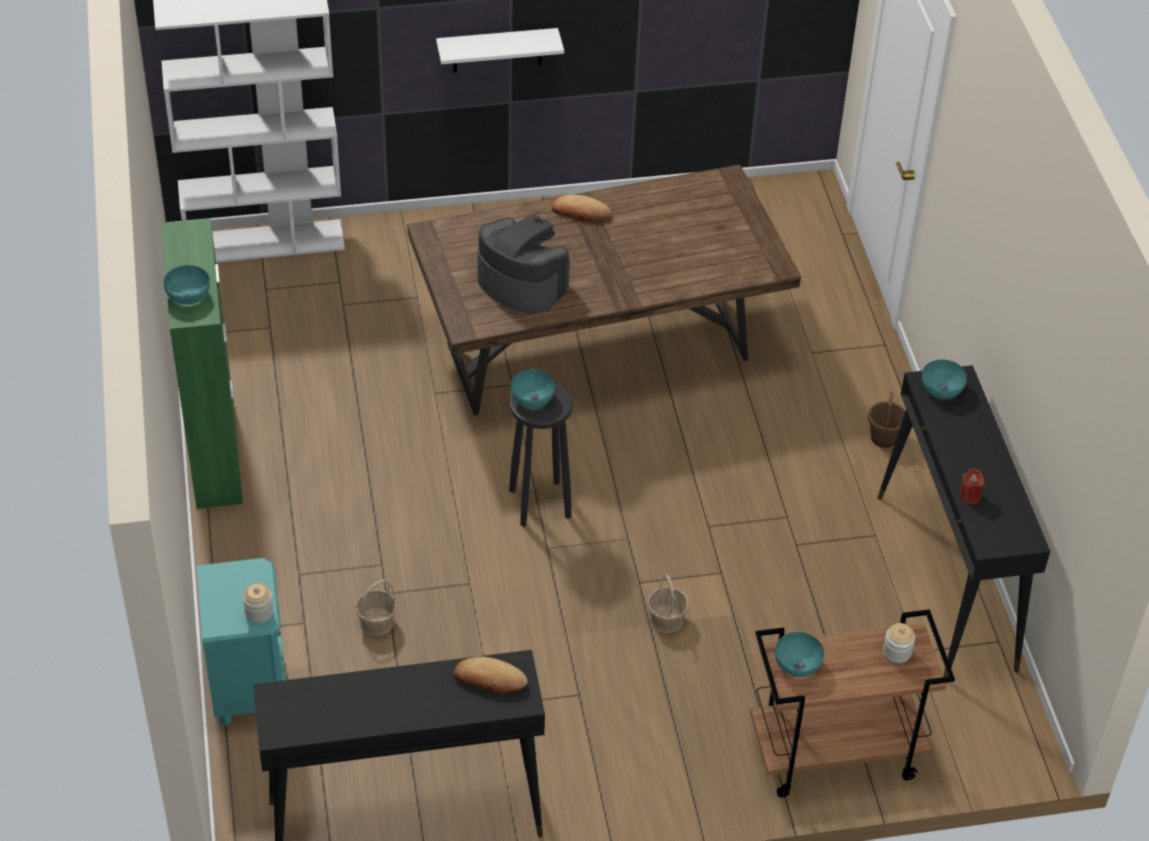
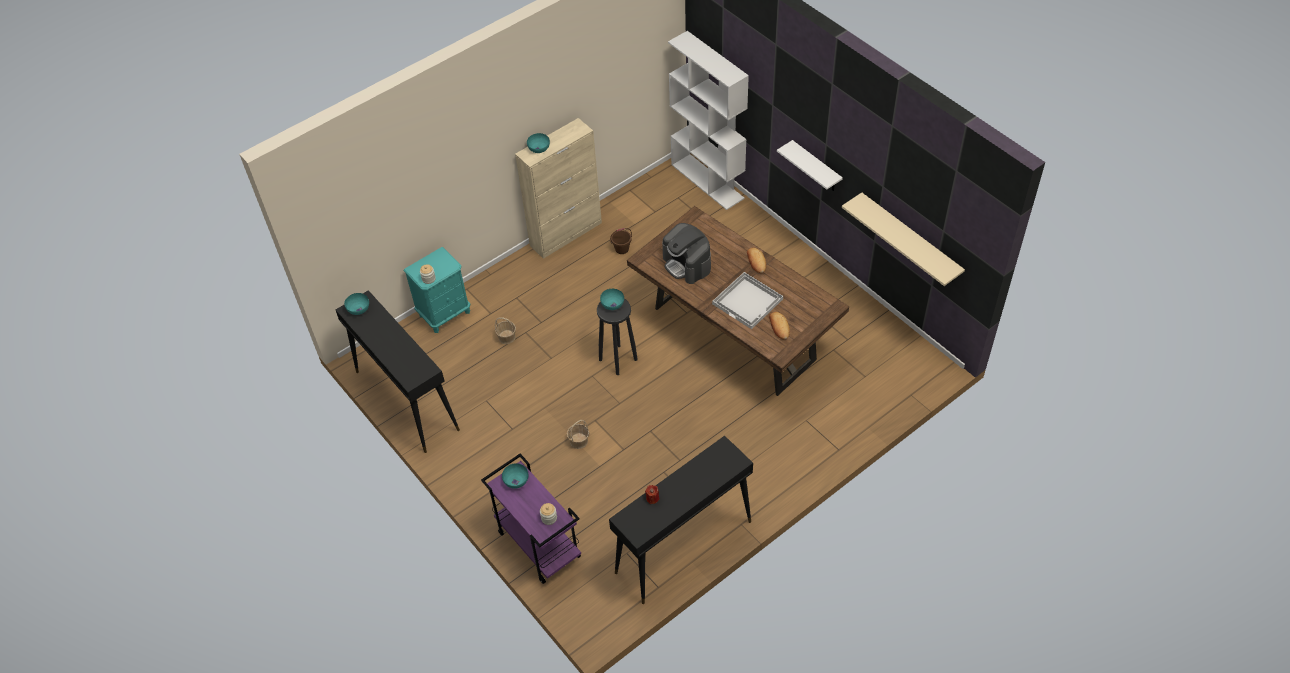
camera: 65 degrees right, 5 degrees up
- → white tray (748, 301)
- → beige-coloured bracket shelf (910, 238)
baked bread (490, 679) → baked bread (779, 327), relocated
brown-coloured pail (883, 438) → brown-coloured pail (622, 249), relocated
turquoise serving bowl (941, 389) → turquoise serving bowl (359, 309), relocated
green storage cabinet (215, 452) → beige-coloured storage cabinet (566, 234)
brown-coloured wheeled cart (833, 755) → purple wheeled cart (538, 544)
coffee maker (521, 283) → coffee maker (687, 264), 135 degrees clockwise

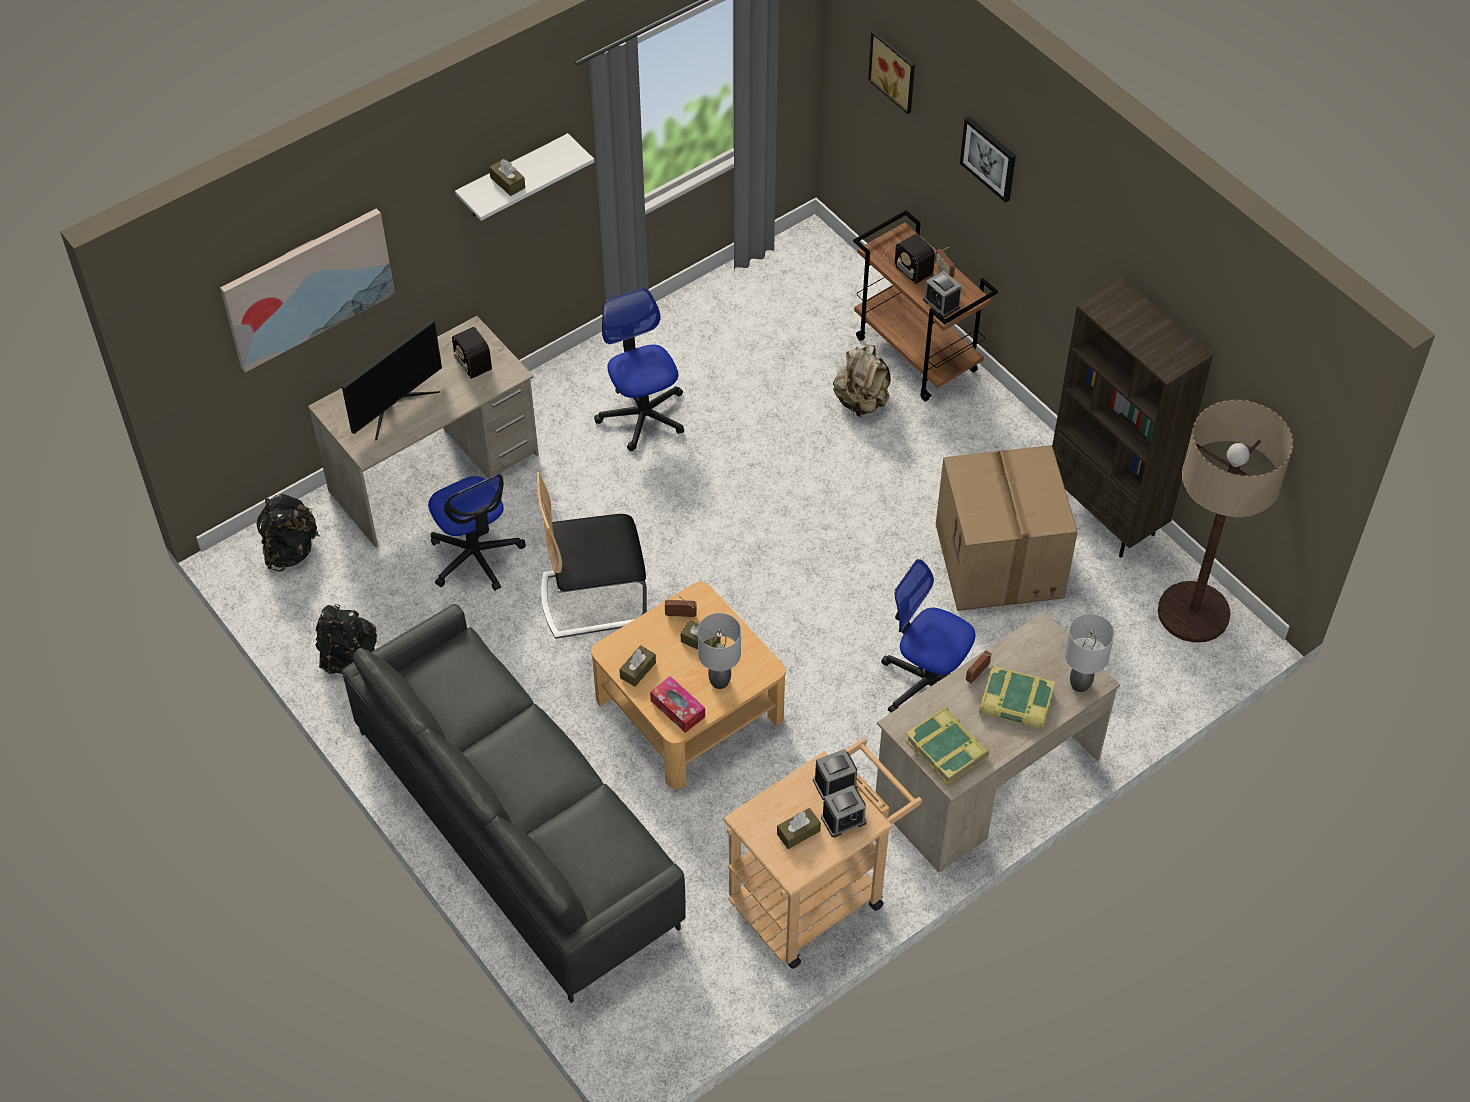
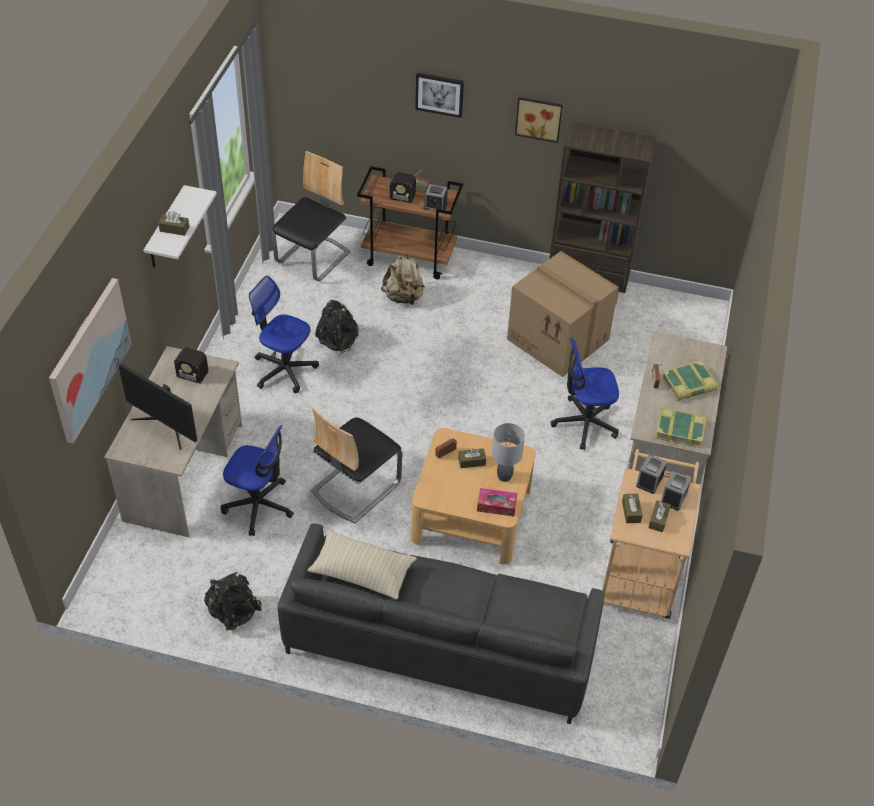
camera: 40 degrees left, 5 degrees down
greyish table lamp (1080, 684) → -
standing lamp (1193, 613) → -
- → chair (313, 258)
- → beige-coloured cushion (362, 572)
black-coloured rucksack (290, 550) → black-coloured rucksack (338, 341), relocated
brown-coloured tissue holder (638, 670) → brown-coloured tissue holder (631, 512), relocated
wall art (894, 70) → wall art (539, 118), relocated
monitor (395, 406) → monitor (165, 425), 120 degrees clockwise

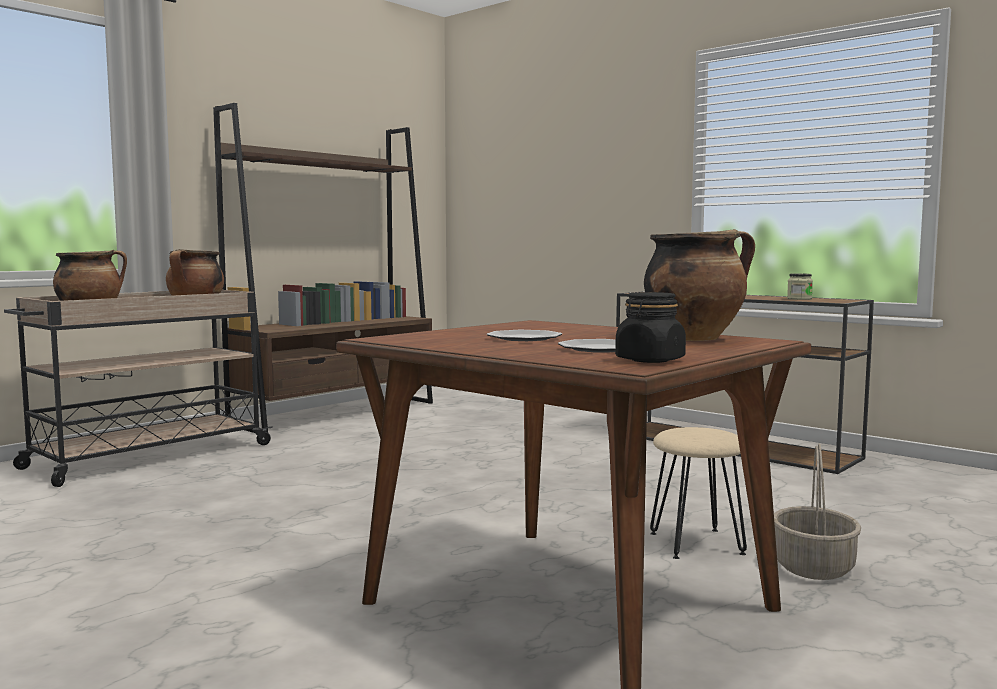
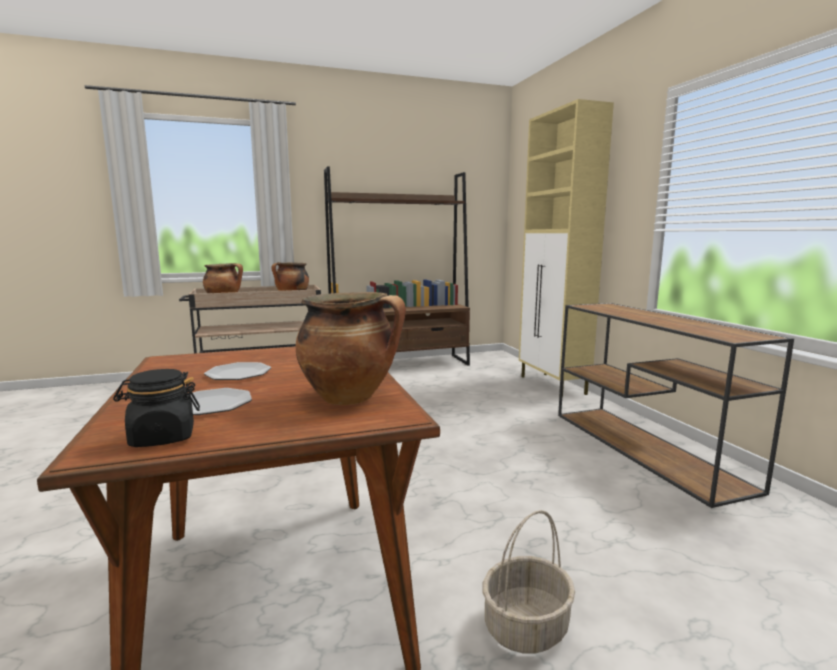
camera: 30 degrees right, 5 degrees up
beige-coloured sitting stool (697, 543) → -
storage jar (799, 299) → -
- → beige-coloured storage cabinet (553, 385)

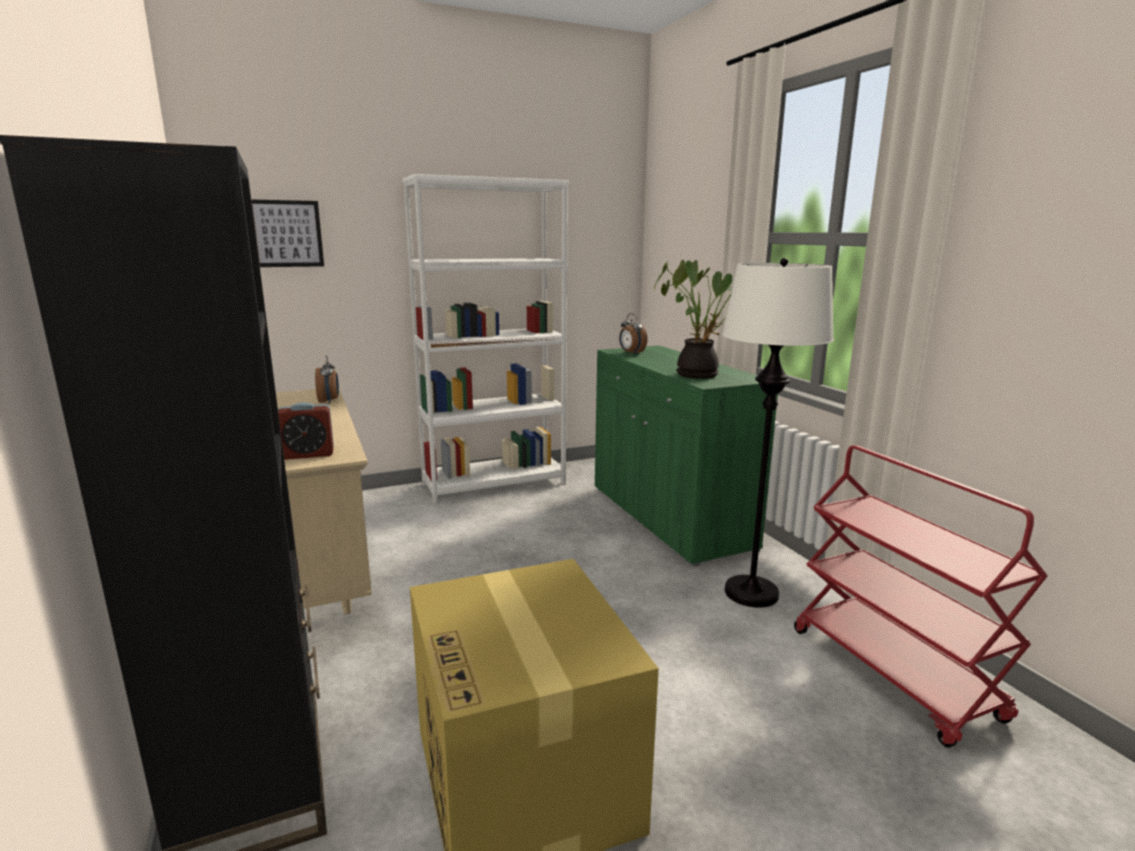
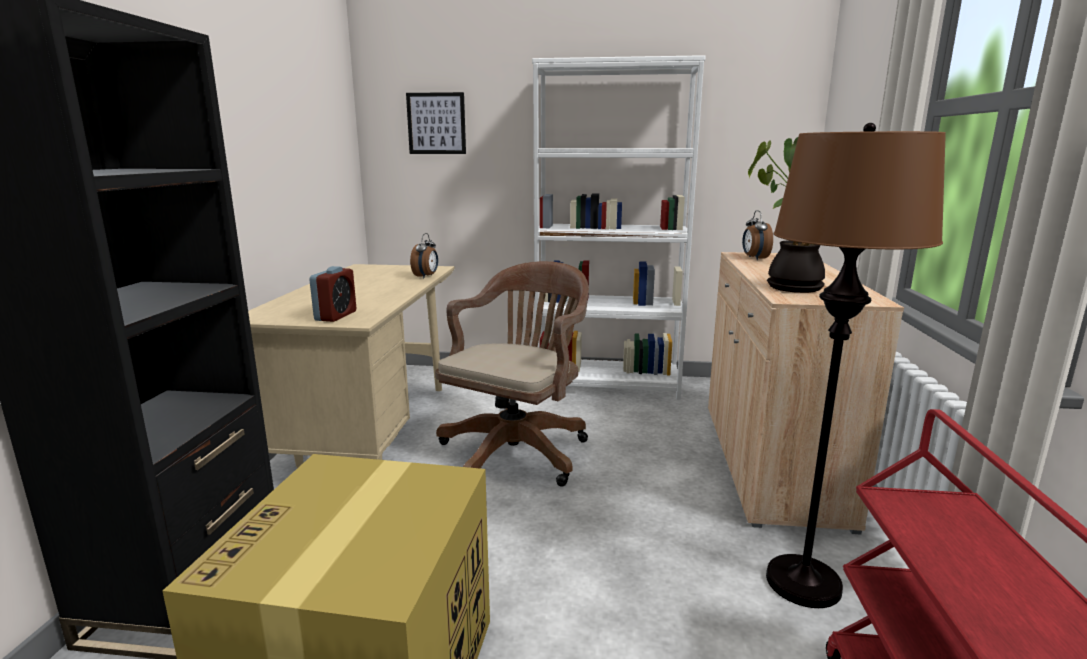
camera: 30 degrees right, 0 degrees up
- → brown-coloured office chair (518, 450)
green storage cabinet (668, 517) → beige-coloured storage cabinet (770, 461)
white standing lamp (751, 593) → brown-coloured standing lamp (804, 583)
bedside clock (308, 454) → bedside clock (336, 316), 90 degrees counterclockwise

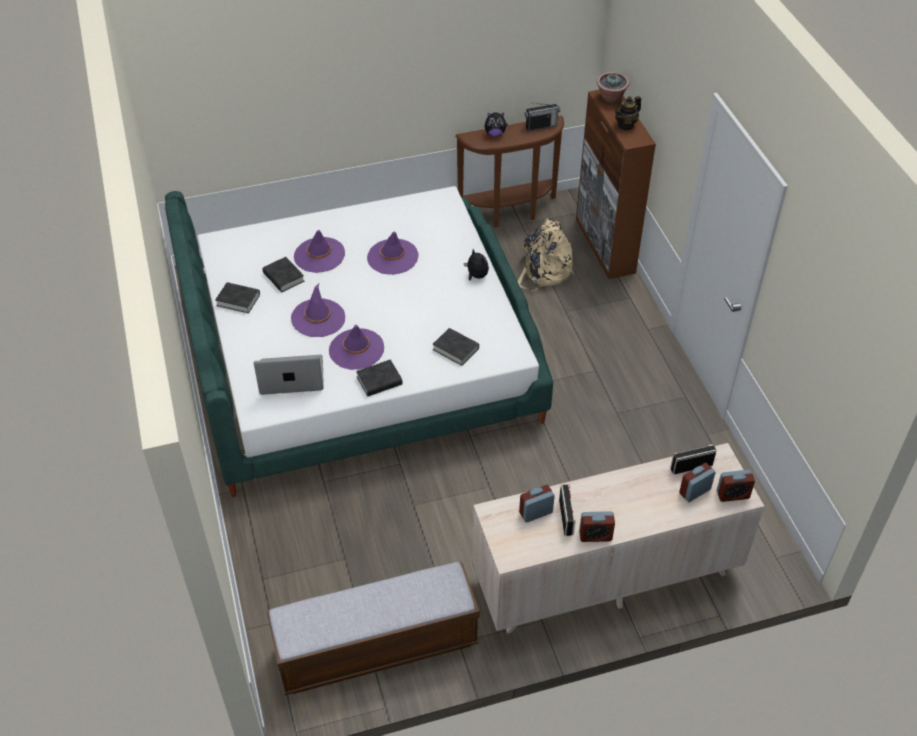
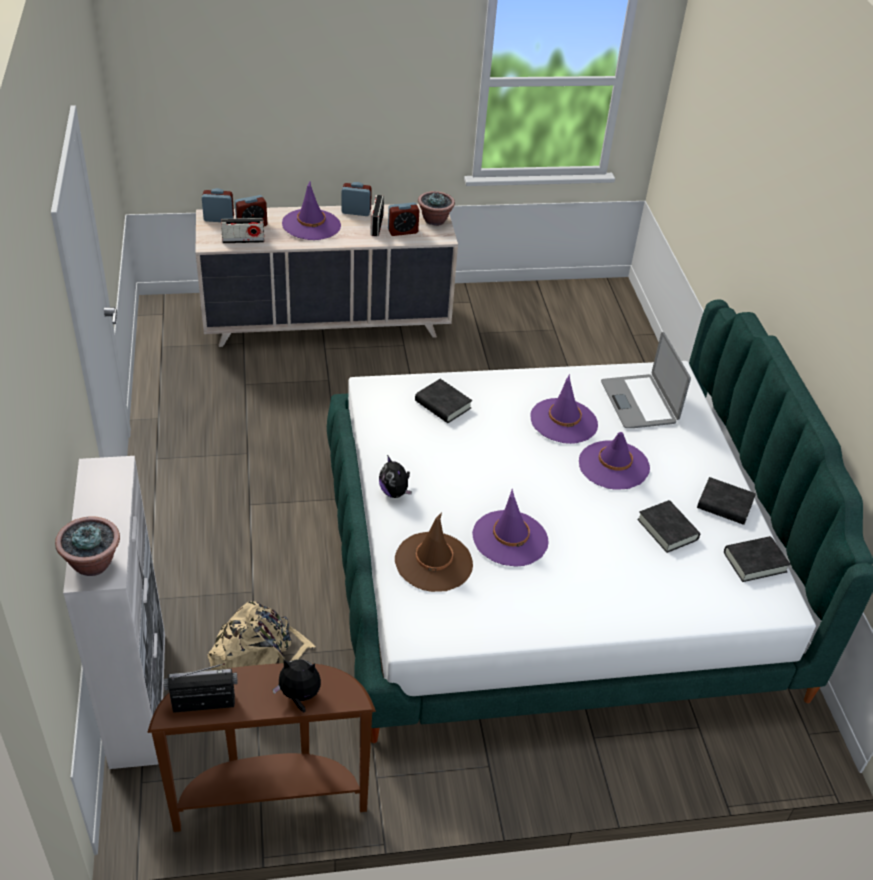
camera: 175 degrees left, 5 degrees down
bench (376, 647) → -
teapot (626, 125) → -
- → brown-coloured clothing hat (434, 562)
- → houseplant (435, 220)
purple clothing hat (319, 255) → purple clothing hat (311, 225), relocated
black-coloured volume (379, 381) → black-coloured volume (754, 562), relocated
brown-coloured storage cabinet (605, 246) → white storage cabinet (139, 697)
notebook computer (291, 377) → notebook computer (639, 402), 75 degrees clockwise

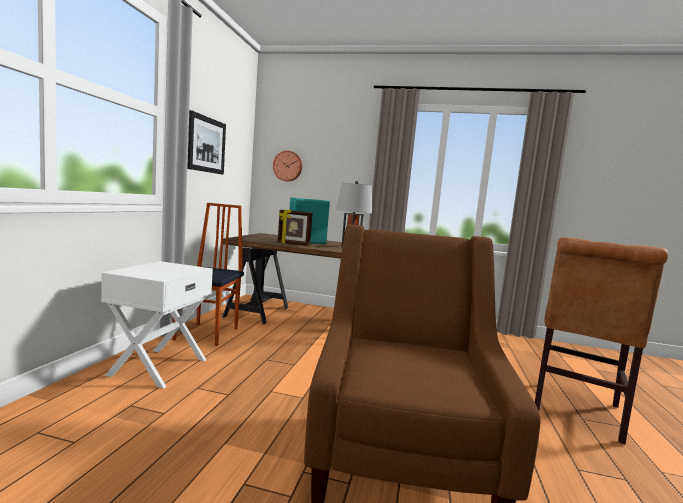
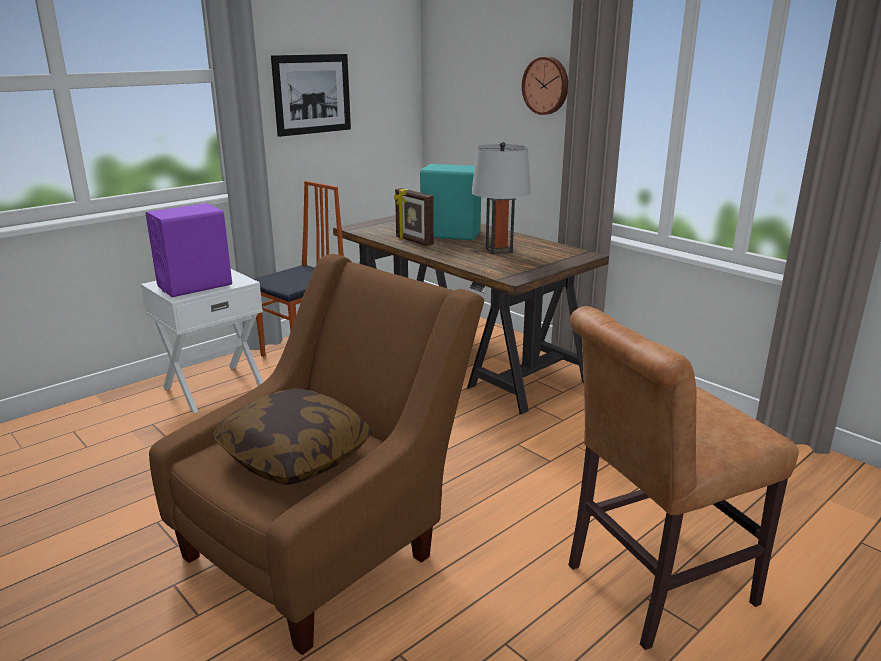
camera: 35 degrees right, 15 degrees up
- → purple audio speaker (195, 285)
- → cushion (295, 456)
wall clock (288, 166) → wall clock (546, 85), relocated

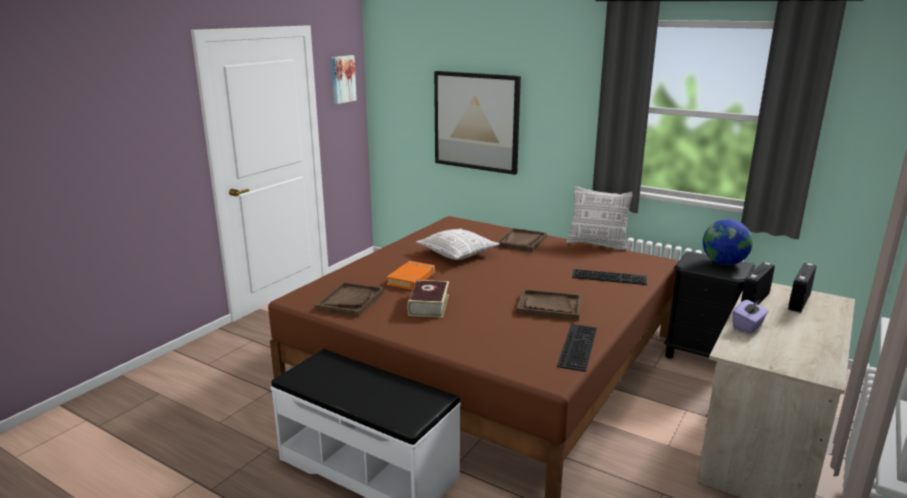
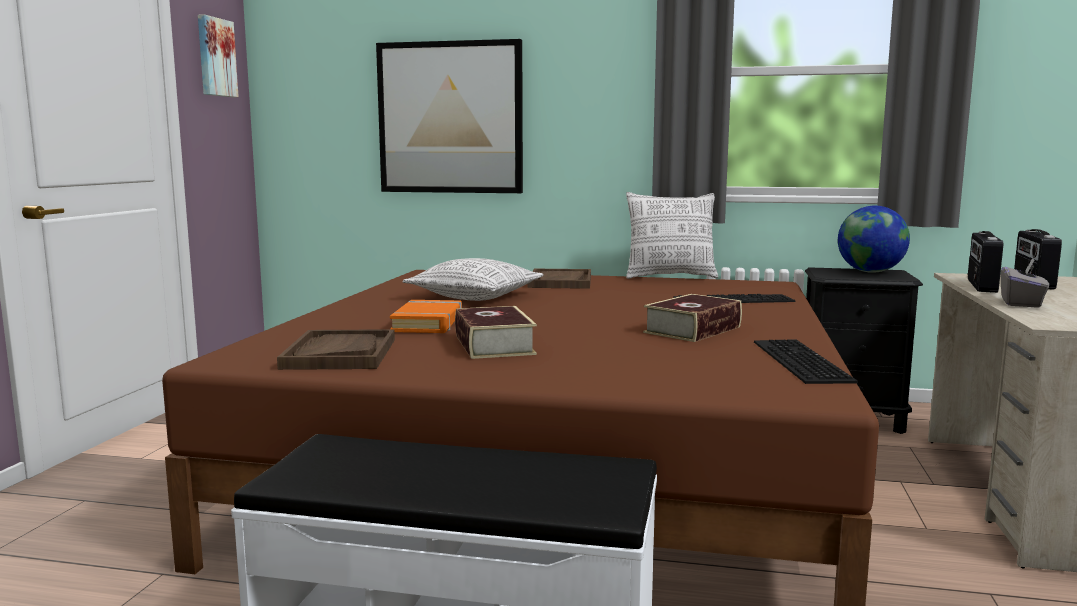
camera: 20 degrees left, 10 degrees down
brown-coloured tray (549, 307) → volume (692, 330)
purple tissue holder (748, 326) → greyish tissue holder (1021, 303)

